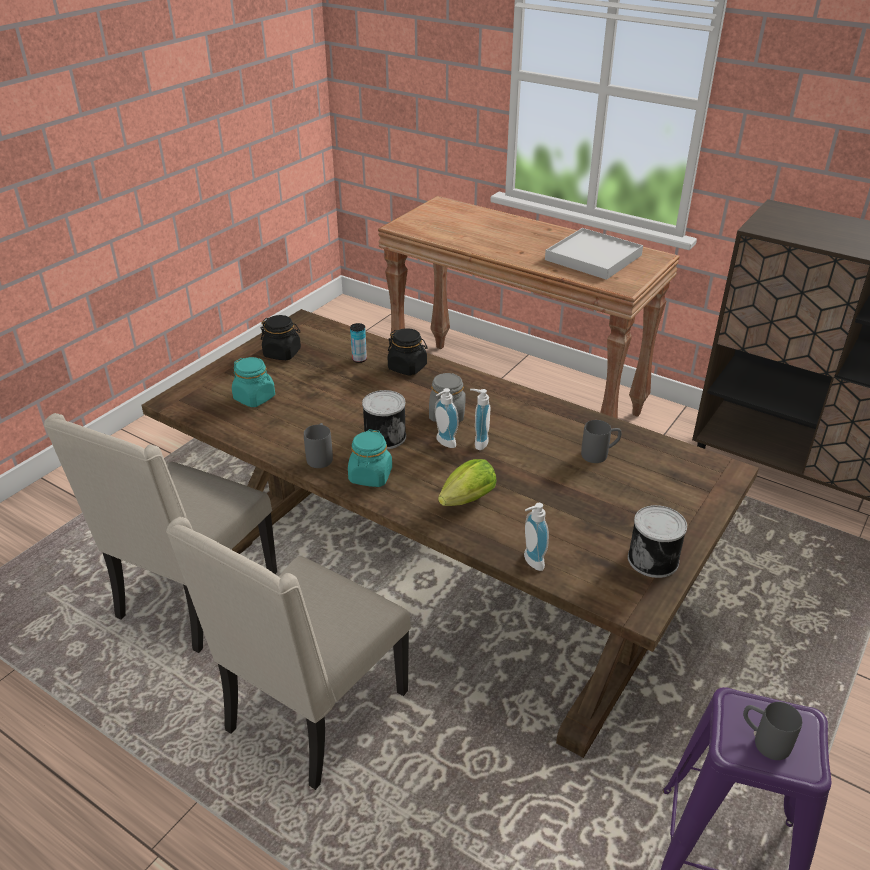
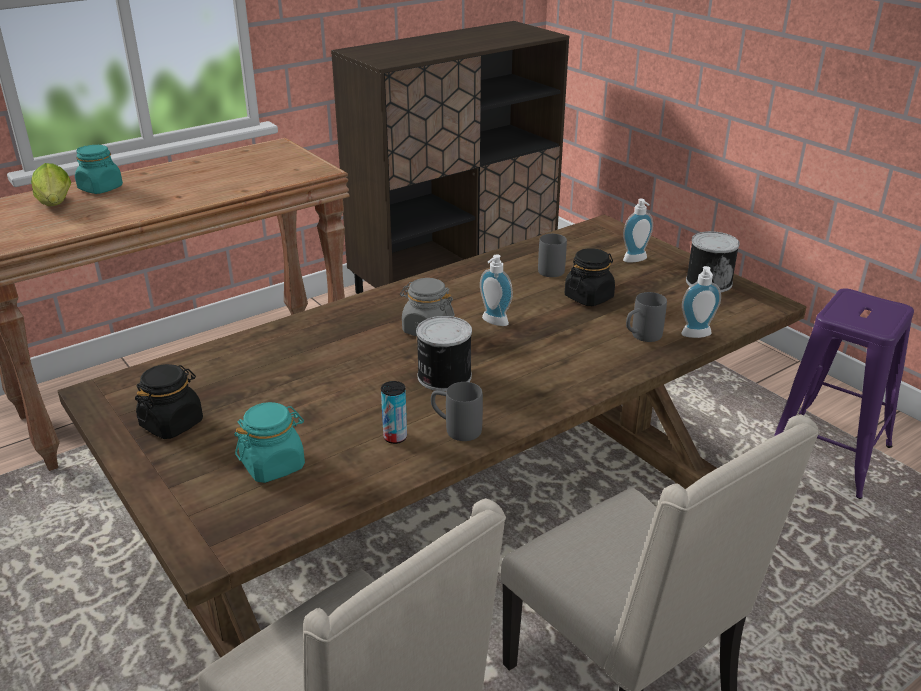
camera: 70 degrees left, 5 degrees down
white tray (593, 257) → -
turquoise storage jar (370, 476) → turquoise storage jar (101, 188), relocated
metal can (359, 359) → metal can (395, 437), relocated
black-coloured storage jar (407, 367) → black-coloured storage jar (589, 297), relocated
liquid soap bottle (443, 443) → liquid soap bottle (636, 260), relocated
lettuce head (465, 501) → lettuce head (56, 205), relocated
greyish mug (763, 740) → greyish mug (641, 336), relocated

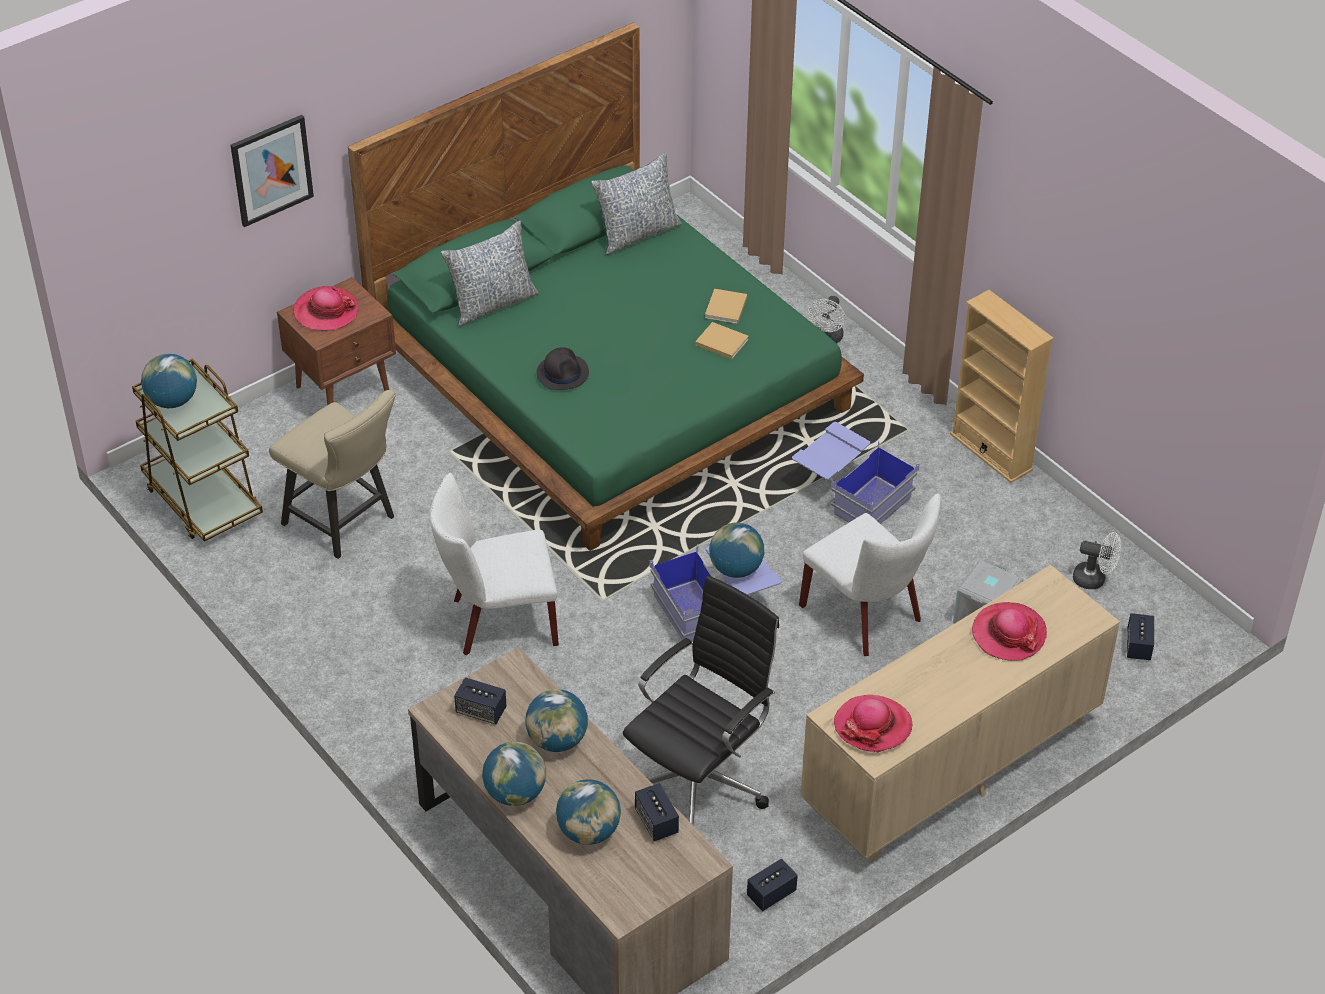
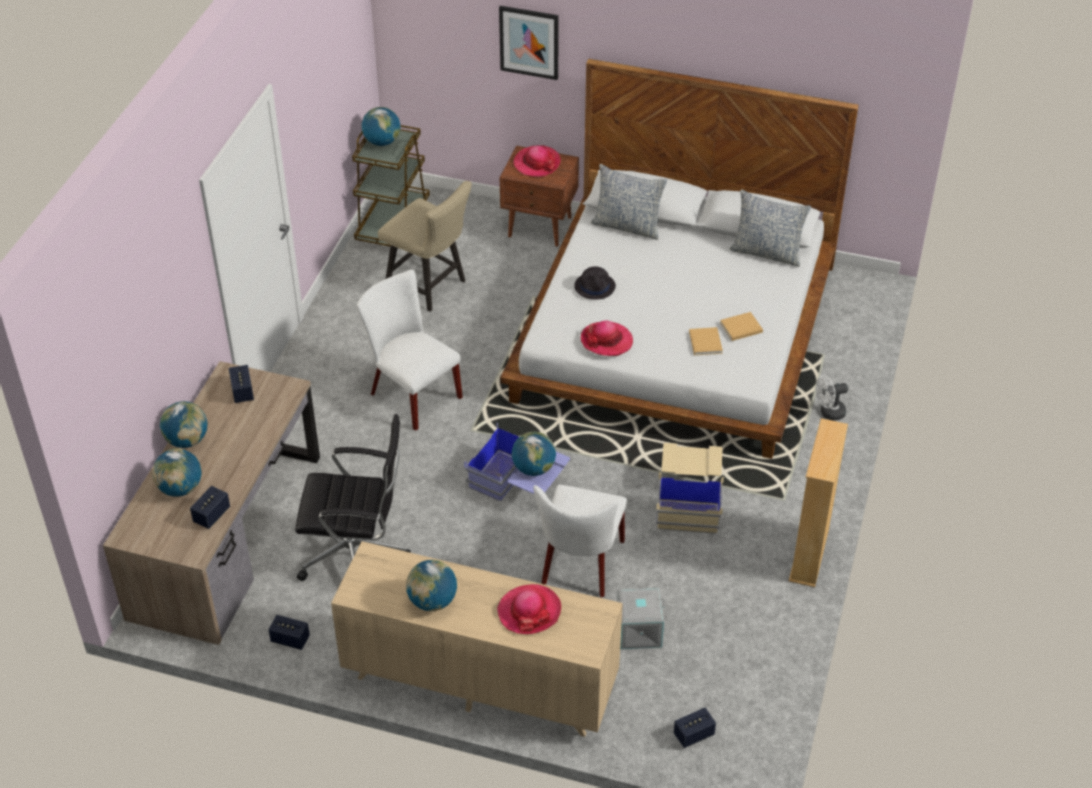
camera: 55 degrees right, 0 degrees up
white cooling fan (1094, 579) → -
desk globe (557, 740) → desk globe (432, 601), relocated
clothing hat (873, 726) → clothing hat (606, 341), relocated
green bedroom bed (611, 378) → white bedroom bed (674, 332)
blue storage container (851, 493) → beige-coloured storage container (689, 500)
beige-coloured chair (345, 523) → beige-coloured chair (430, 287), 60 degrees counterclockwise

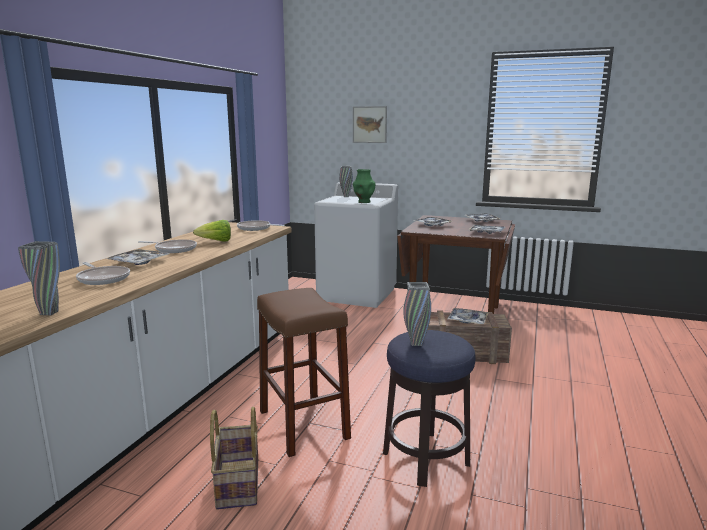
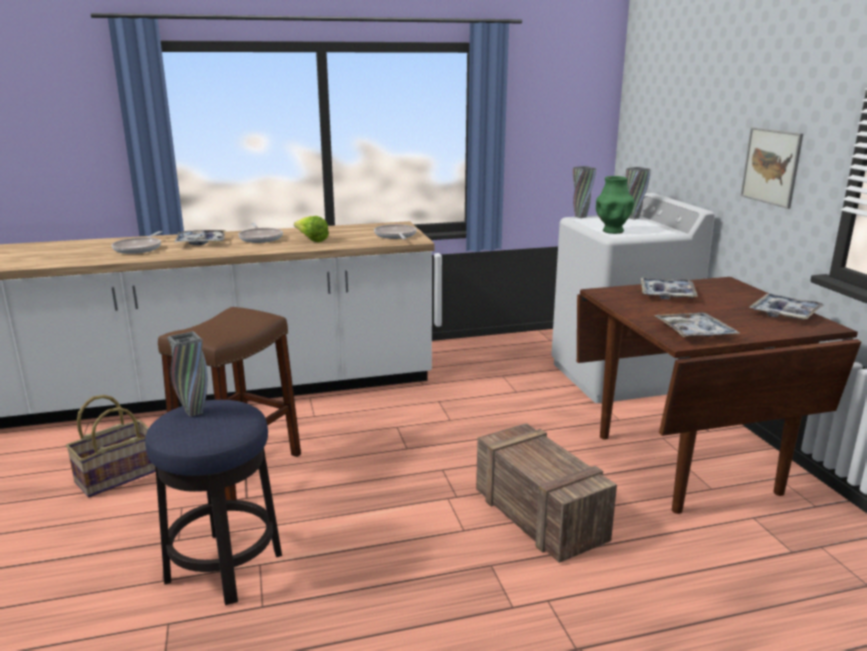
camera: 55 degrees right, 5 degrees up
tray (467, 320) → -
greyish vase (49, 313) → greyish vase (580, 217), relocated
wall art (369, 124) → wall art (771, 166), relocated

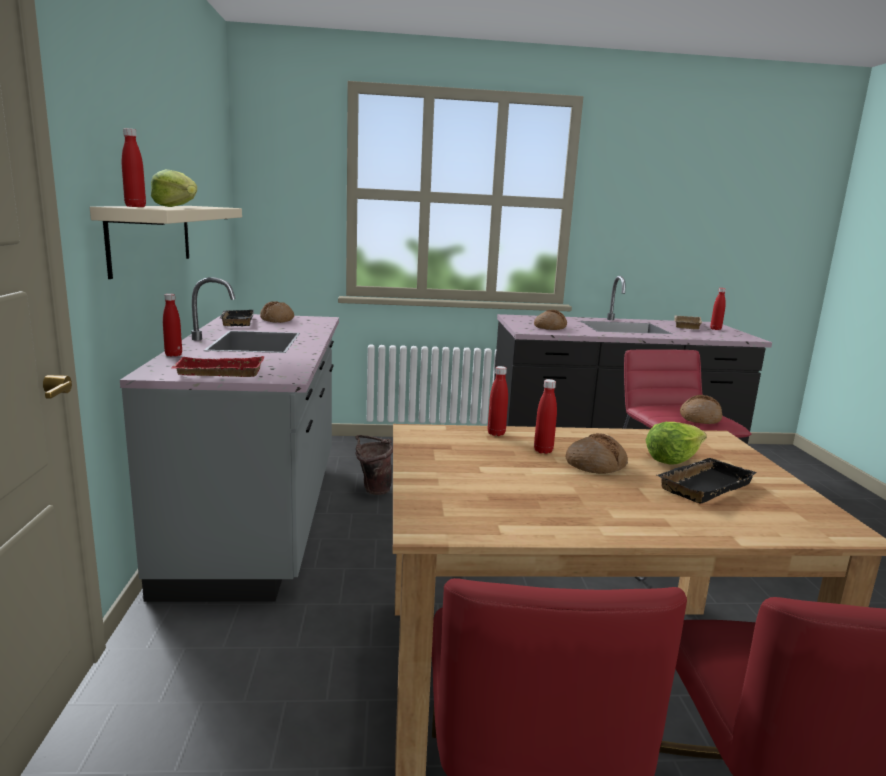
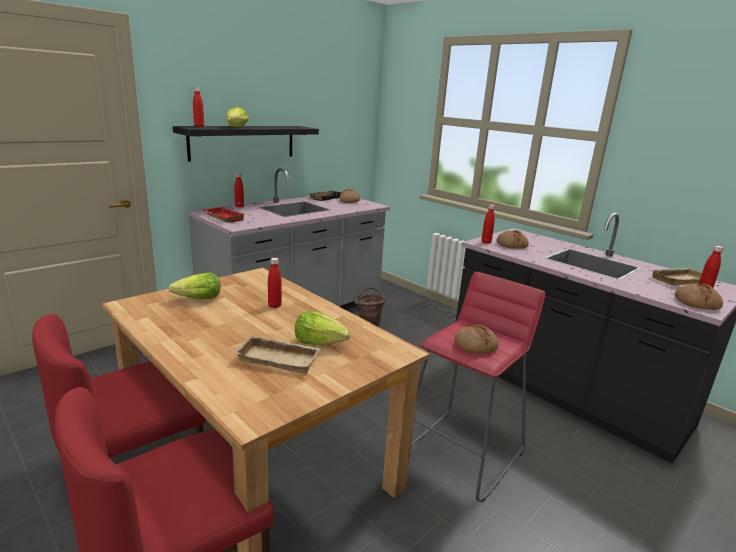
camera: 50 degrees right, 5 degrees up
- → lettuce head (198, 299)
red drink bottle (496, 433) → red drink bottle (486, 242), relocated
baked bread (595, 464) → baked bread (696, 303), relocated
beige-coloured bracket shelf (152, 236) → black-coloured bracket shelf (243, 142)
black-coloured tray (703, 485) → beige-coloured tray (280, 358)

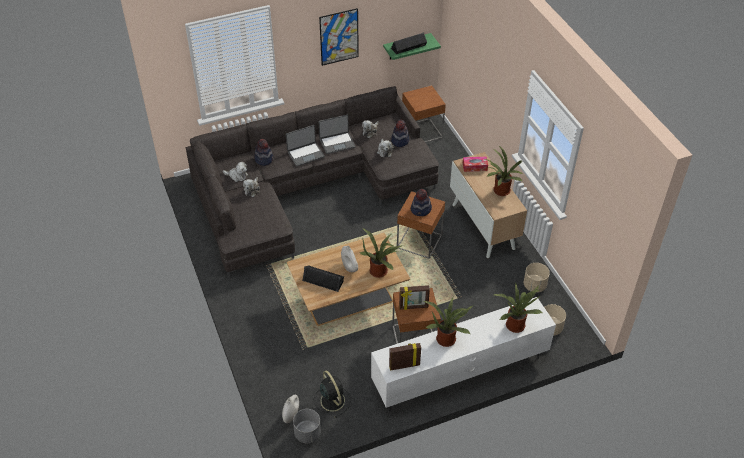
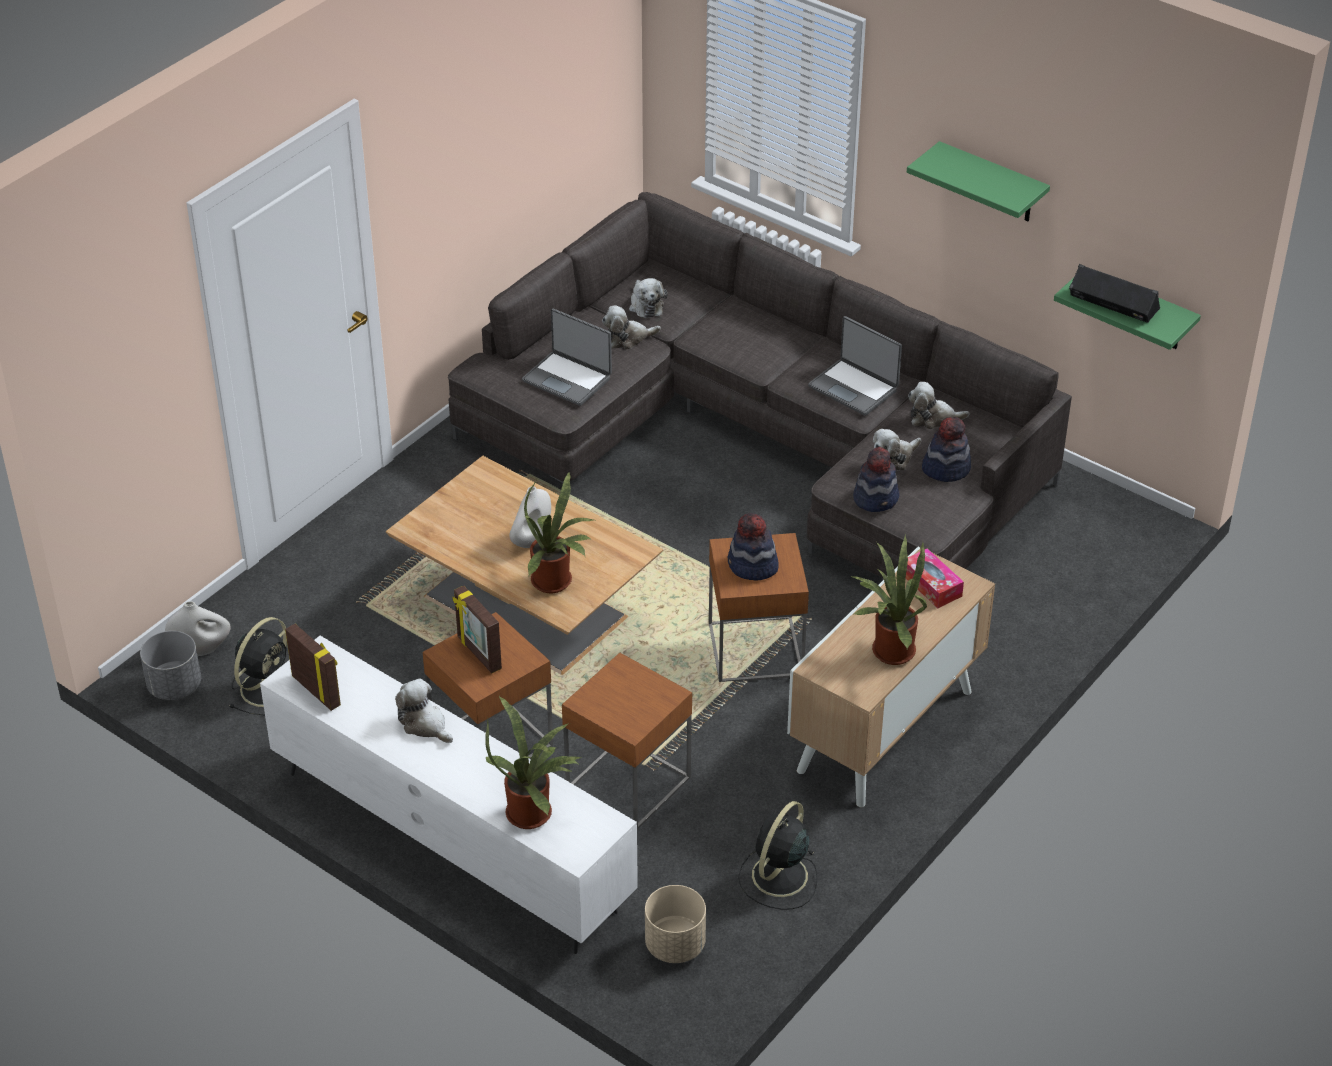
camera: 60 degrees right, 5 degrees down
black-coloured audio speaker (323, 280) → -
clothing hat (264, 159) → clothing hat (876, 498), relocated
notebook computer (305, 154) → notebook computer (568, 379), relocated
brown-coloured end table (422, 132) → brown-coloured end table (628, 783), relocated
wall art (339, 37) → green bracket shelf (991, 183)
houseplant (446, 338) → plush toy (425, 724)
beige-coloured plant pot (534, 285) → black-coloured cooling fan (778, 877)

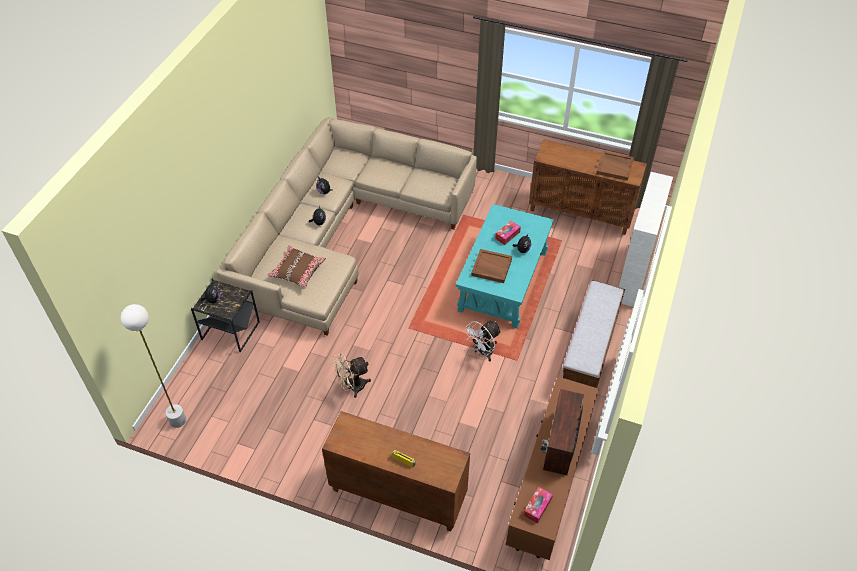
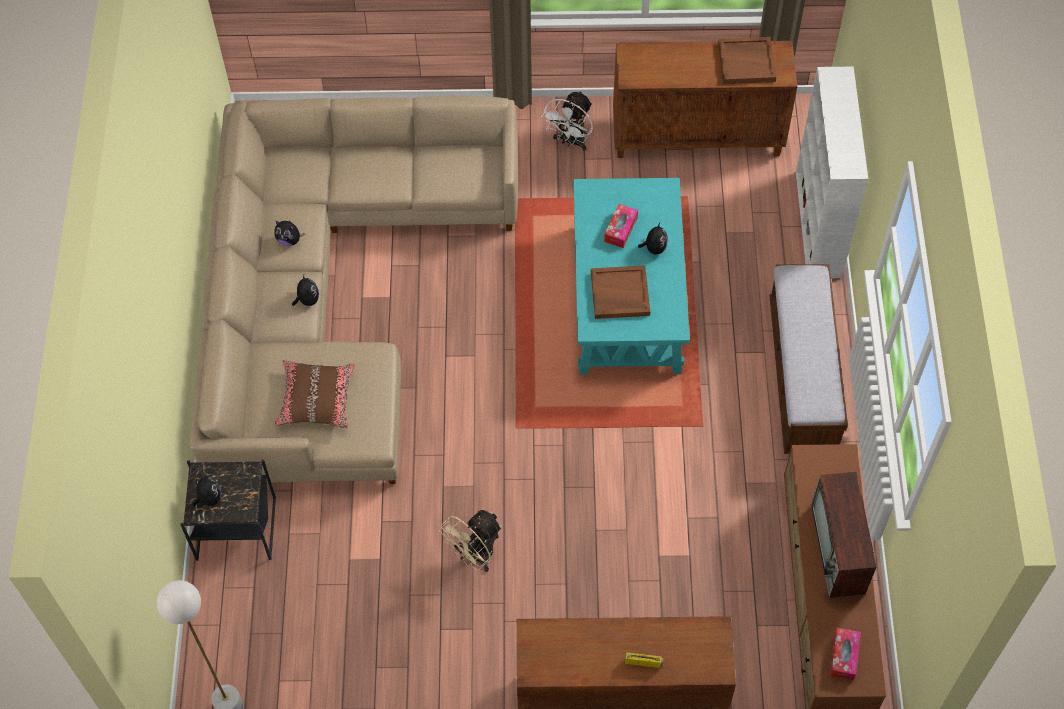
camera: 20 degrees left, 10 degrees up
white cooling fan (483, 352) → white cooling fan (570, 141), relocated

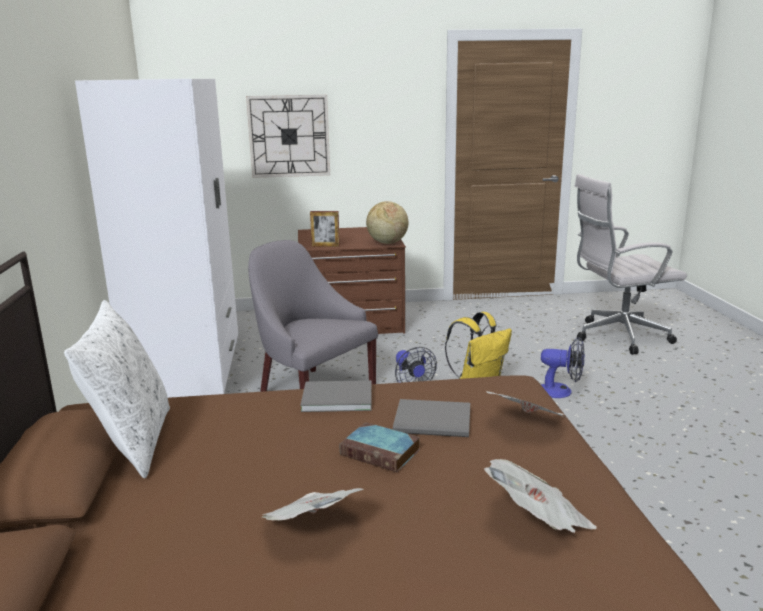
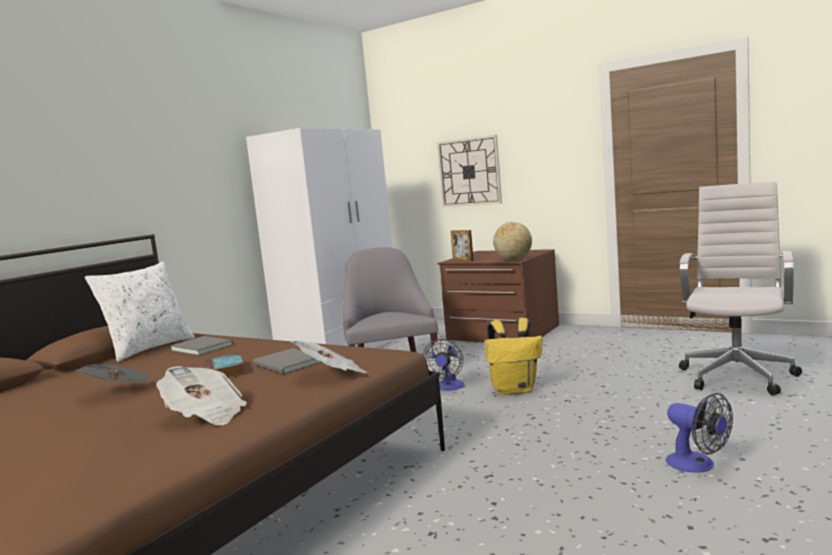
camera: 40 degrees right, 10 degrees down
greyish volume (335, 397) → greyish volume (202, 347), relocated
cooling fan (561, 391) → cooling fan (698, 465), relocated
white office chair (617, 337) → white office chair (737, 375), 90 degrees clockwise

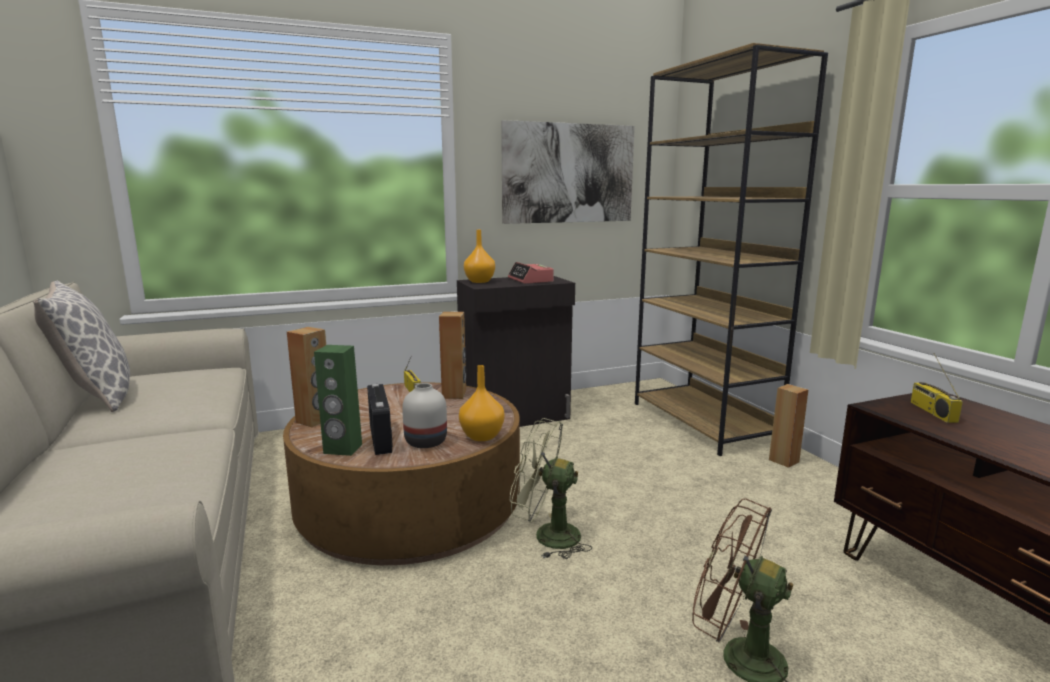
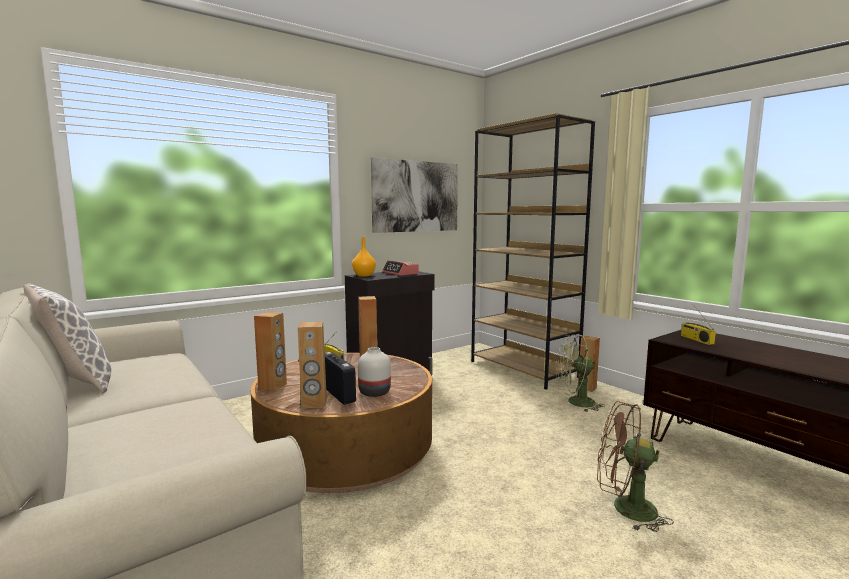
camera: 15 degrees left, 5 degrees down
orange vase (483, 436) → -
green cooling fan (547, 536) → green cooling fan (575, 403), relocated
green audio speaker (342, 449) → brown-coloured audio speaker (314, 403)

